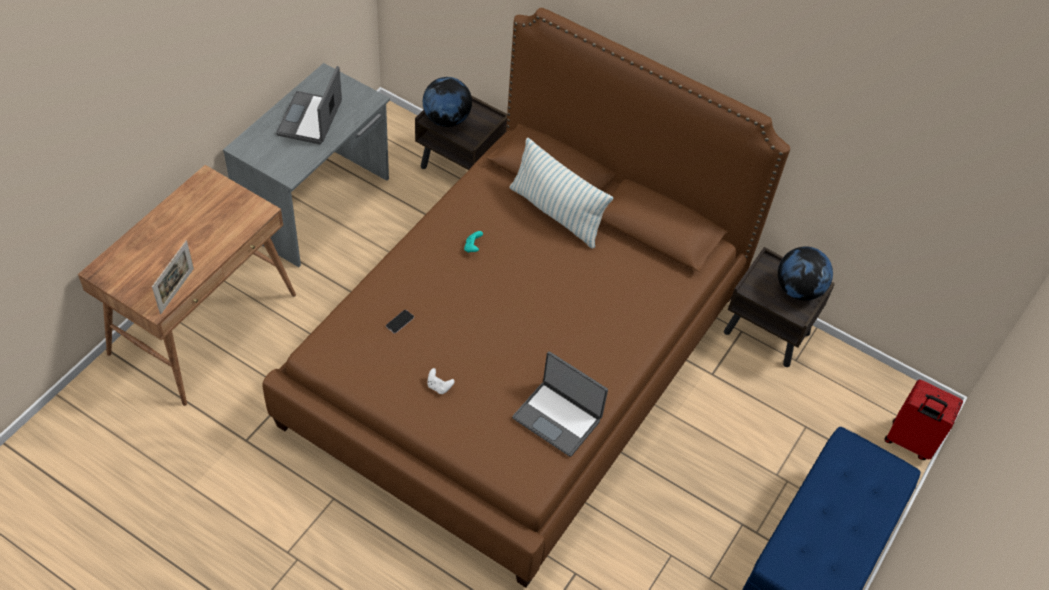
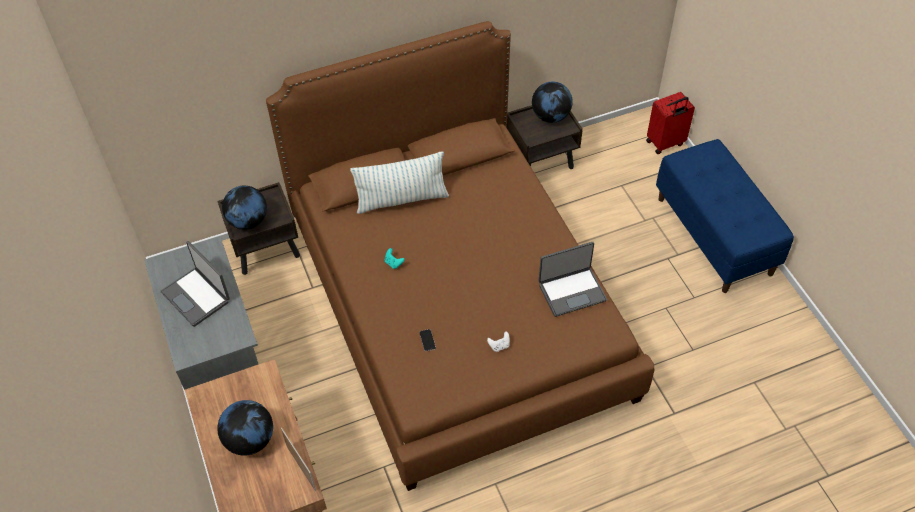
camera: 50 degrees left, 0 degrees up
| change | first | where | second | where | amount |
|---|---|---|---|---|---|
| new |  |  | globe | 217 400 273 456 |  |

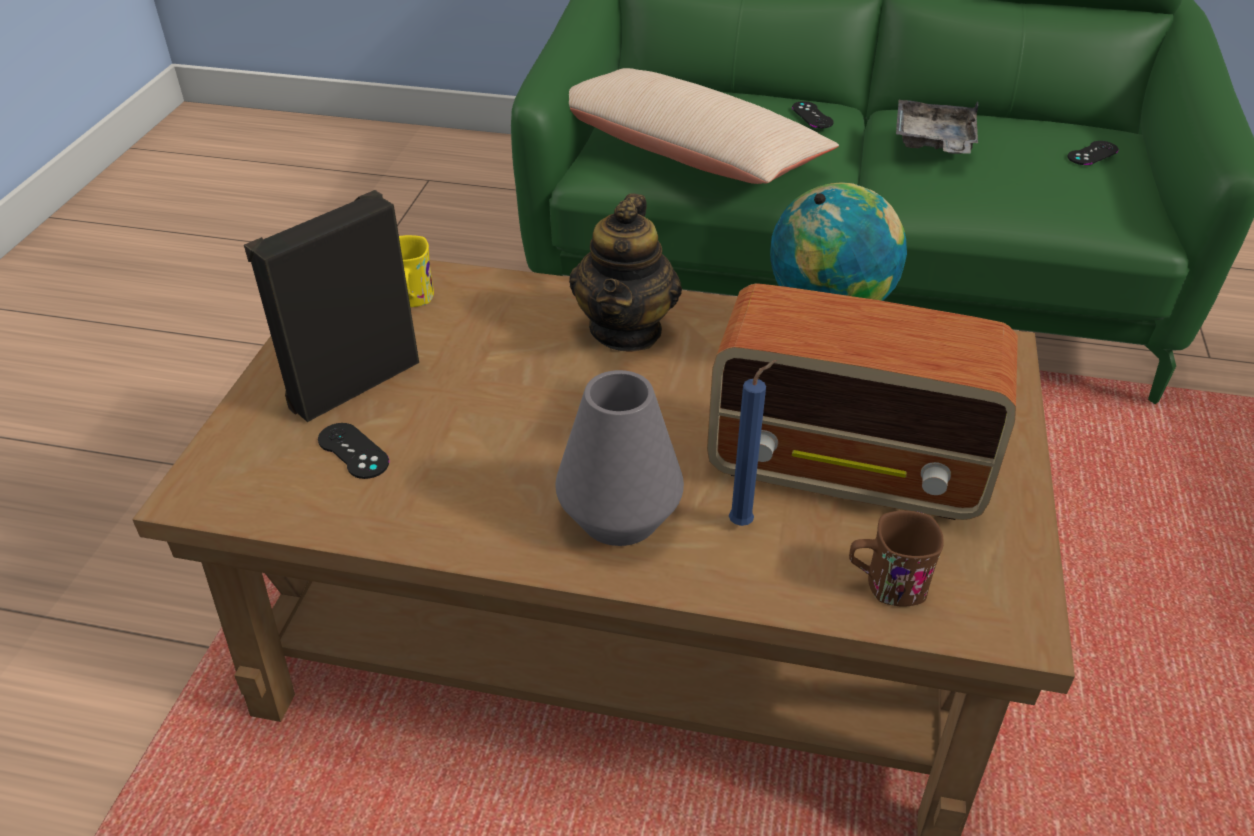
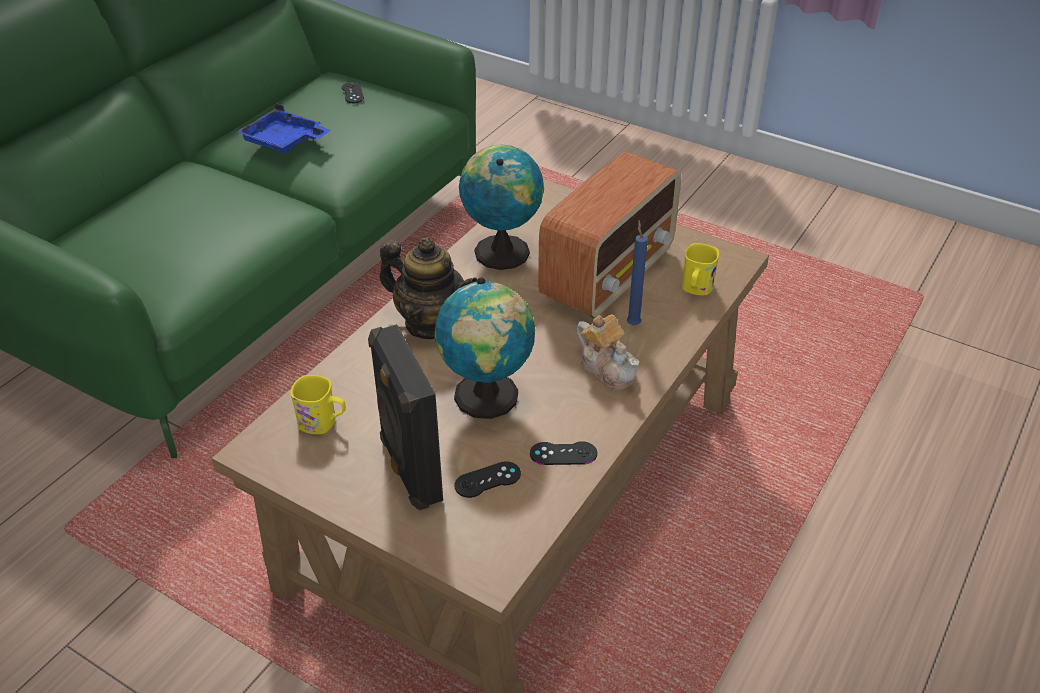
camera: 70 degrees left, 0 degrees up
| change | first | where | second | where | amount |
|---|---|---|---|---|---|
| repainted | plateau (gris) | 896 100 978 154 | plateau (bleu) | 236 103 331 153 |  |
| new |  |  | globe | 434 277 535 419 |  |
| shifted | manette (noir) | 792 101 834 128 |  | 530 441 597 465 |  |
| swapped | vase (gris) | 556 370 684 546 | théière | 576 314 640 390 |  |
| repainted | mug (marron) | 849 510 944 606 | mug (jaune) | 682 243 719 295 |  |
| gone | coussin (beige) | 569 68 839 184 |  |  |  |

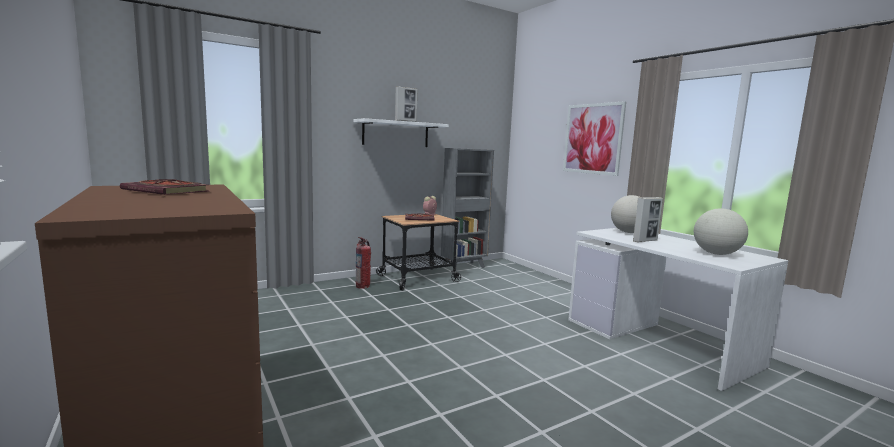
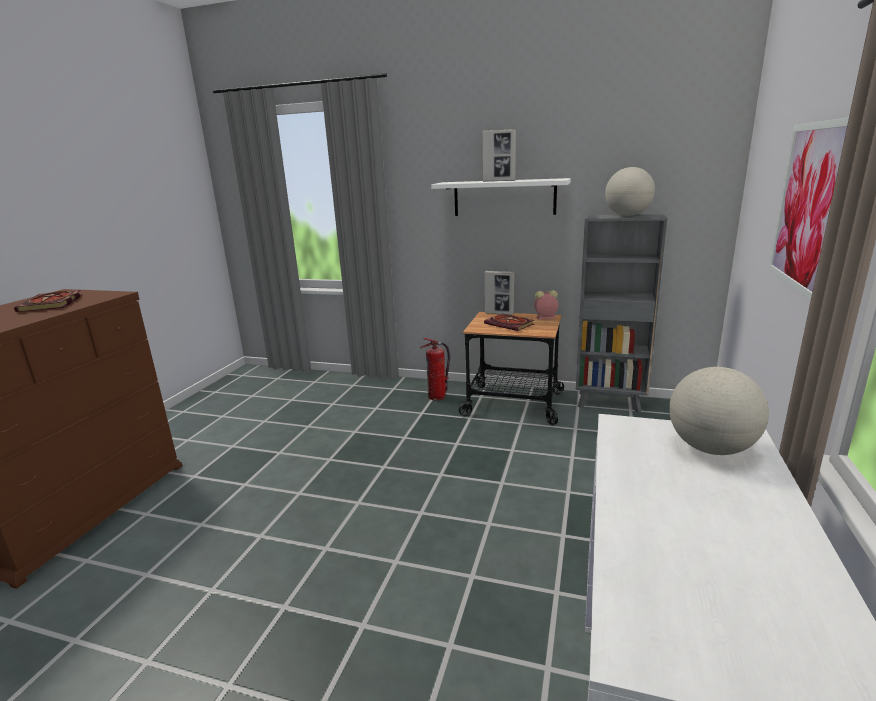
camera: 50 degrees right, 10 degrees up
| change | first | where | second | where | amount |
|---|---|---|---|---|---|
| shifted | cadre photo | 633 197 663 242 |  | 485 271 514 315 |  |
| shifted | globe | 694 208 748 255 |  | 605 167 655 216 |  |

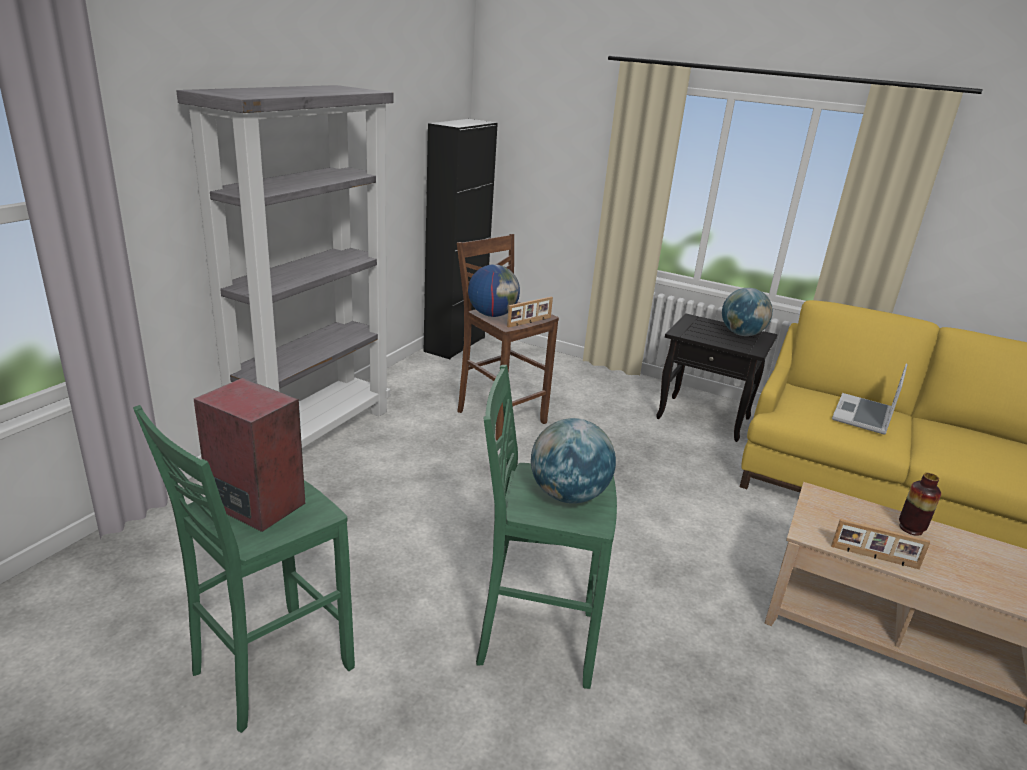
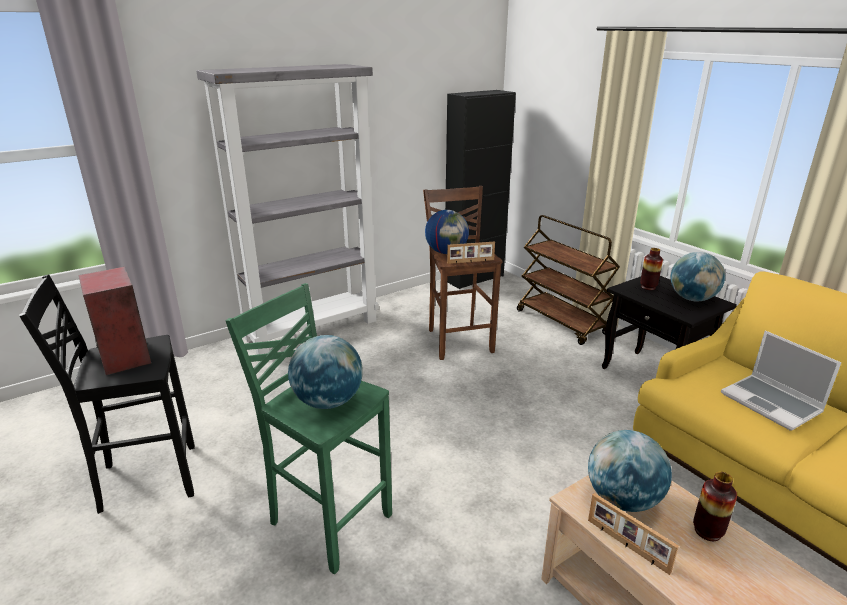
camera: 30 degrees right, 0 degrees up
| change | first | where | second | where | amount |
|---|---|---|---|---|---|
| repainted | tabouret (vert) | 133 405 355 733 | tabouret (noir) | 19 274 195 514 |  |
| new |  |  | chariot (marron) | 517 215 620 345 |  |
| new |  |  | globe | 588 430 672 512 |  |
| new |  |  | vase | 640 248 663 290 |  |
| rotated | ordinateur portable | 832 363 907 435 |  | 721 330 842 431 | 90 degrees counterclockwise |

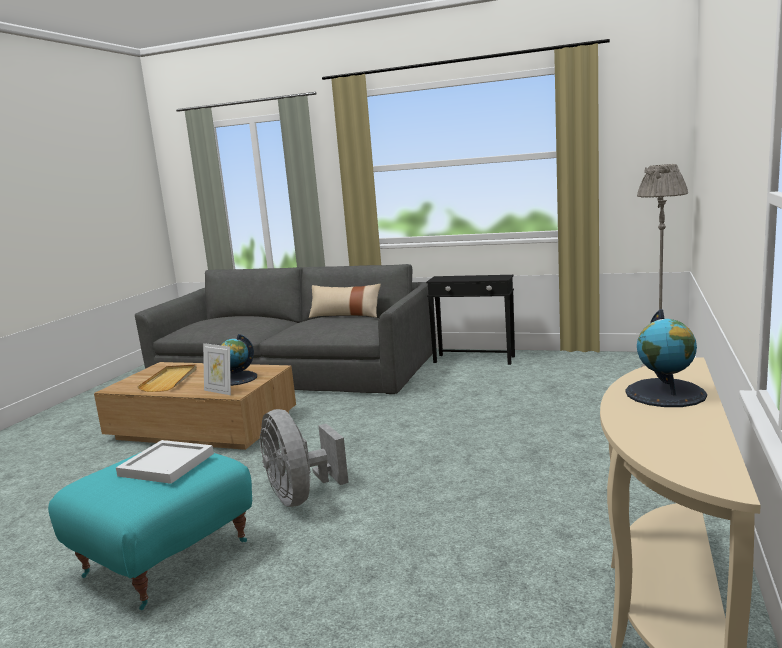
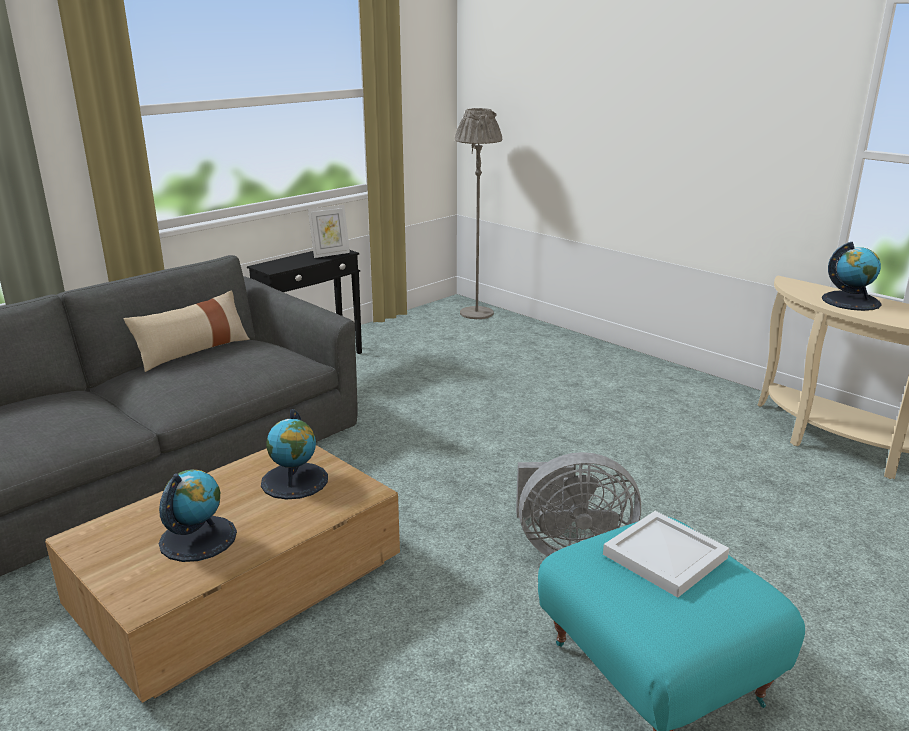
camera: 65 degrees left, 10 degrees up
| change | first | where | second | where | amount |
|---|---|---|---|---|---|
| swapped | plateau (beige) | 137 364 197 392 | globe | 159 470 237 562 |  |
| shifted | cadre photo | 203 343 231 395 |  | 308 205 350 258 |  |

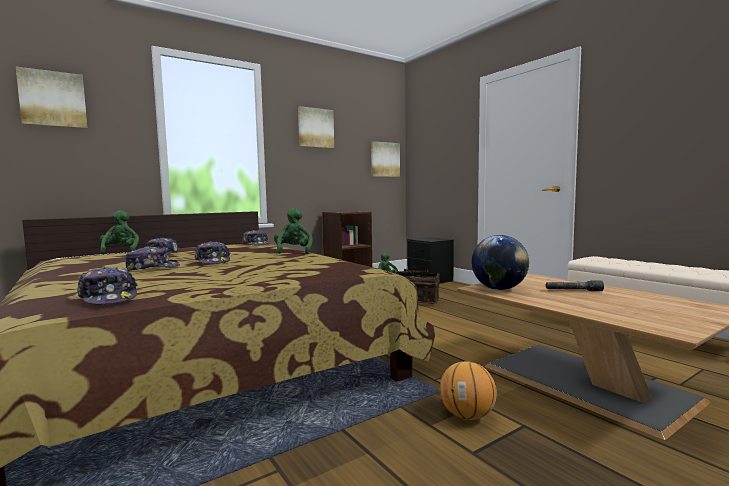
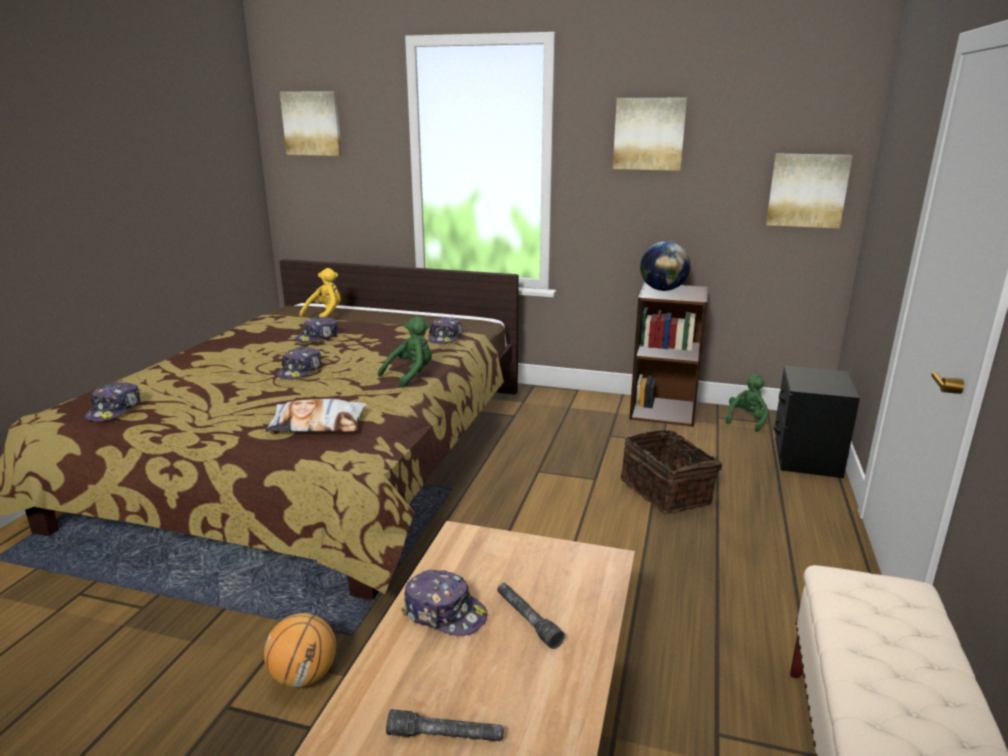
camera: 50 degrees right, 15 degrees up
| change | first | where | second | where | amount |
|---|---|---|---|---|---|
| new |  |  | coussin | 265 399 367 432 |  |
| repainted | peluche (vert) | 100 210 139 254 | peluche (jaune) | 299 268 341 318 |  |
| new |  |  | lampe de poche (gris) | 386 709 504 741 |  |
| shifted | casquette | 126 246 180 272 |  | 401 570 487 636 |  |
| shifted | globe | 471 235 529 290 |  | 640 241 690 291 |  |

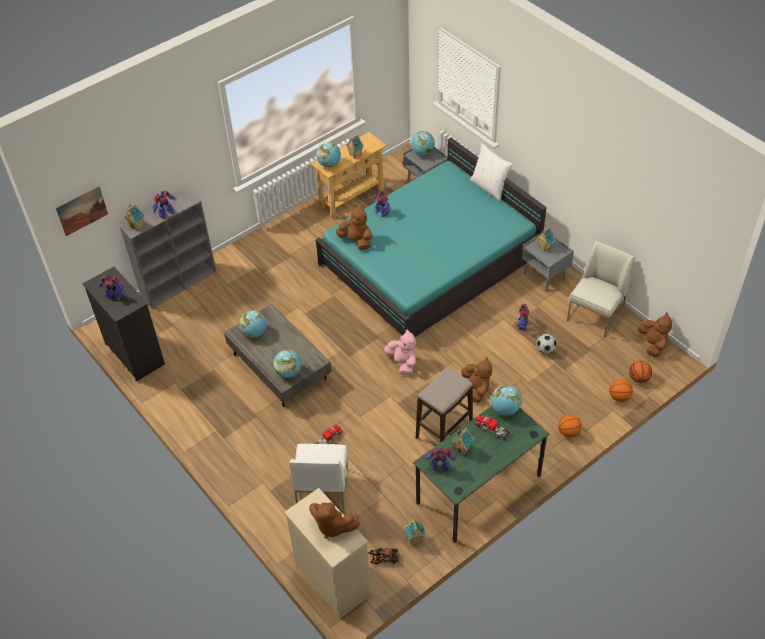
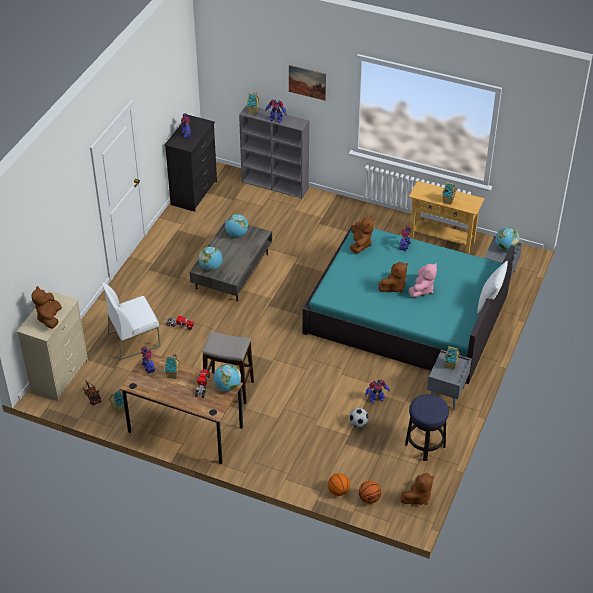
camera: 60 degrees right, 5 degrees down
| change | first | where | second | where | amount |
|---|---|---|---|---|---|
| repainted | bureau (vert) | 413 406 550 542 | bureau (marron) | 120 354 243 464 |  |
| shifted | tableau | 56 186 108 236 |  | 289 65 326 101 |  |
| shifted | peluche (marron) | 461 357 492 403 |  | 378 262 408 293 |  |
| swapped | chaise (blanc) | 567 241 635 337 | tabouret | 405 394 449 461 |  |
| shifted | peluche (rose) | 384 329 416 376 |  | 409 263 437 297 |  |
| gone | globe | 316 142 341 167 |  |  |  |
| gone | ballon de basket | 558 414 582 438 |  |  |  |

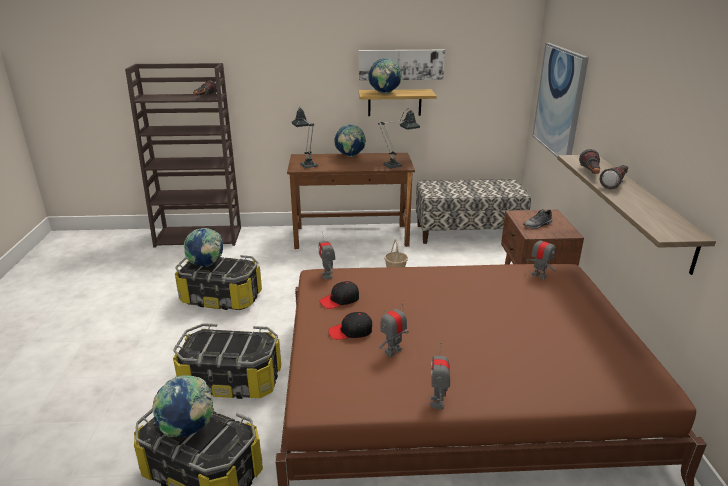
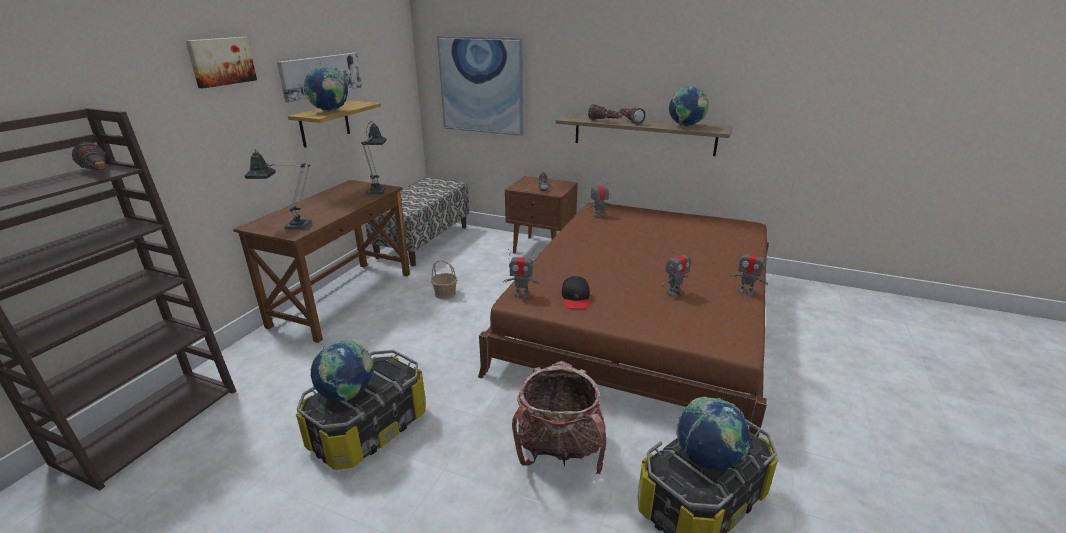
camera: 65 degrees left, 0 degrees up
| change | first | where | second | where | amount |
|---|---|---|---|---|---|
| new |  |  | tableau | 186 37 257 89 |  |
| swapped | boîte de rangement | 173 323 281 399 | sac à dos | 512 361 606 474 |  |
| rotated | robot jouet | 379 300 409 357 |  | 661 247 691 297 | 105 degrees counterclockwise |
| shifted | globe | 334 124 366 157 |  | 669 86 709 127 |  |
| gone | casquette (noir) | 328 312 372 340 |  |  |  |

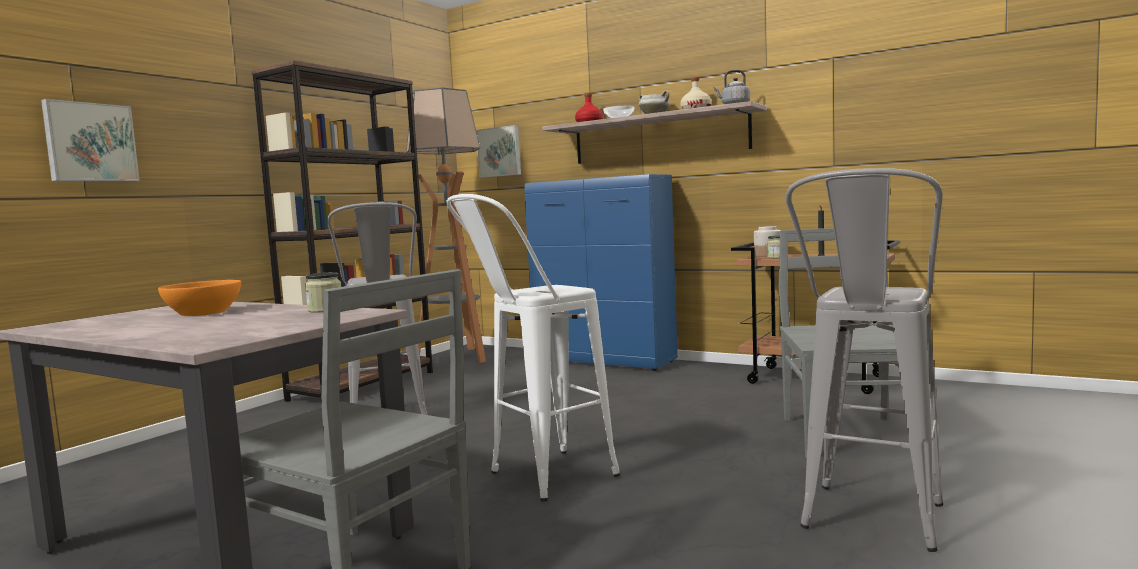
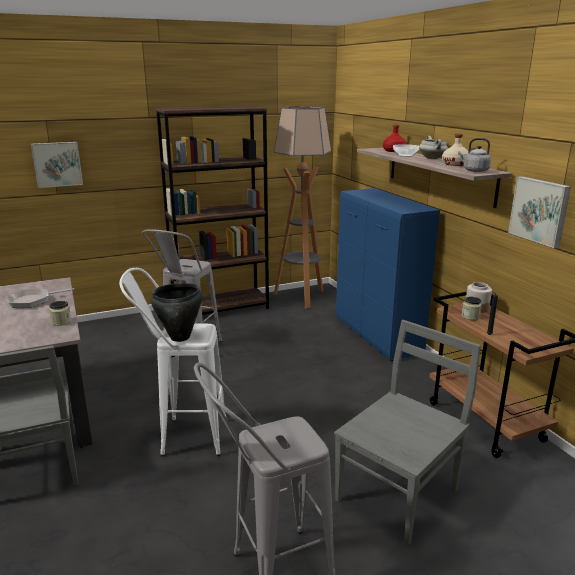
camera: 35 degrees right, 15 degrees up
| change | first | where | second | where | amount |
|---|---|---|---|---|---|
| swapped | bol (orange) | 158 280 241 316 | poêle | 6 288 74 308 |  |
| new |  |  | marmite (noir) | 151 283 203 342 |  |
| shifted | tableau | 476 125 521 178 |  | 508 176 571 248 |  |

